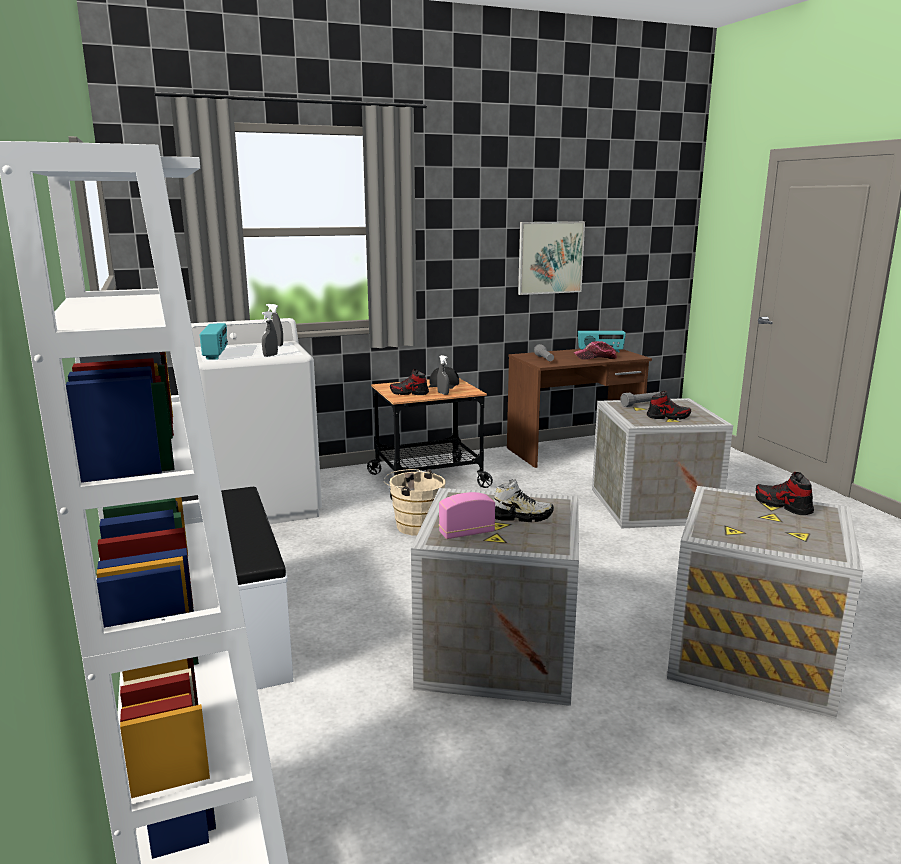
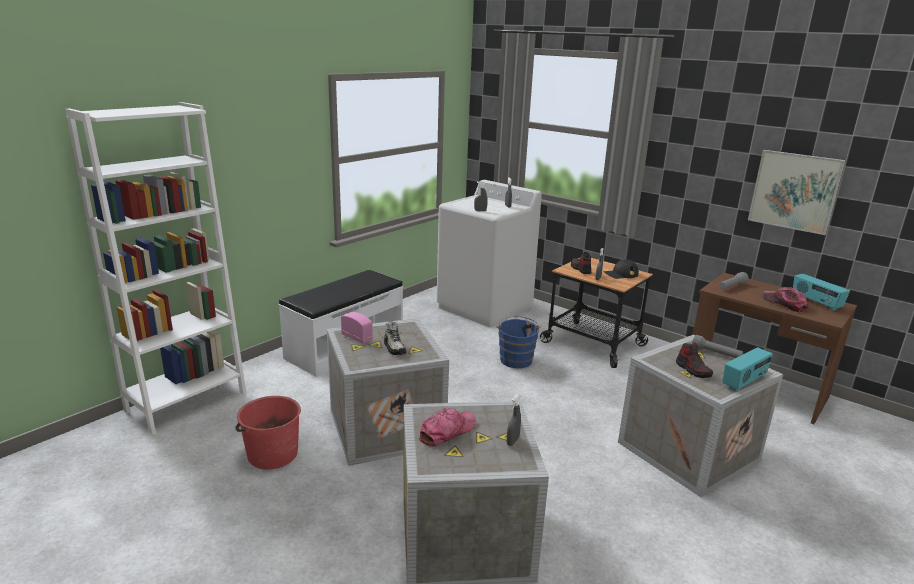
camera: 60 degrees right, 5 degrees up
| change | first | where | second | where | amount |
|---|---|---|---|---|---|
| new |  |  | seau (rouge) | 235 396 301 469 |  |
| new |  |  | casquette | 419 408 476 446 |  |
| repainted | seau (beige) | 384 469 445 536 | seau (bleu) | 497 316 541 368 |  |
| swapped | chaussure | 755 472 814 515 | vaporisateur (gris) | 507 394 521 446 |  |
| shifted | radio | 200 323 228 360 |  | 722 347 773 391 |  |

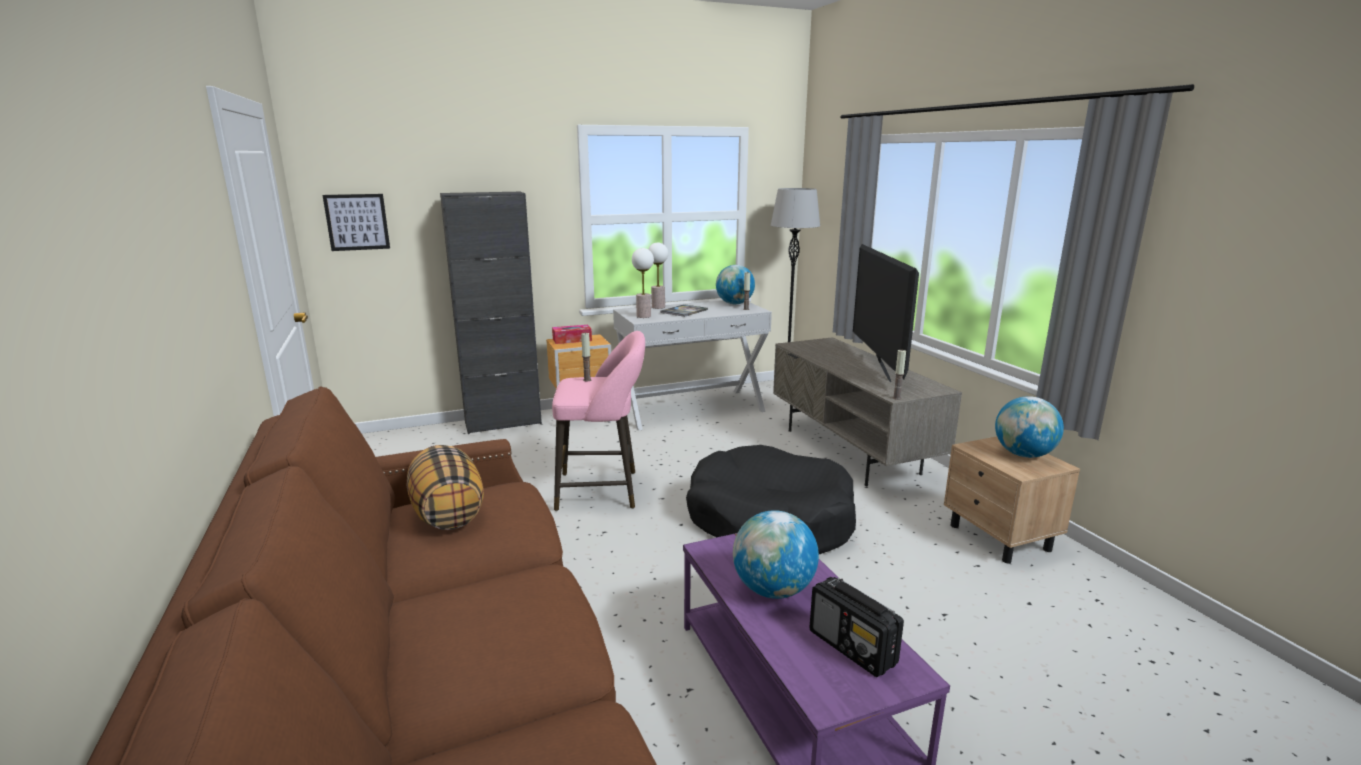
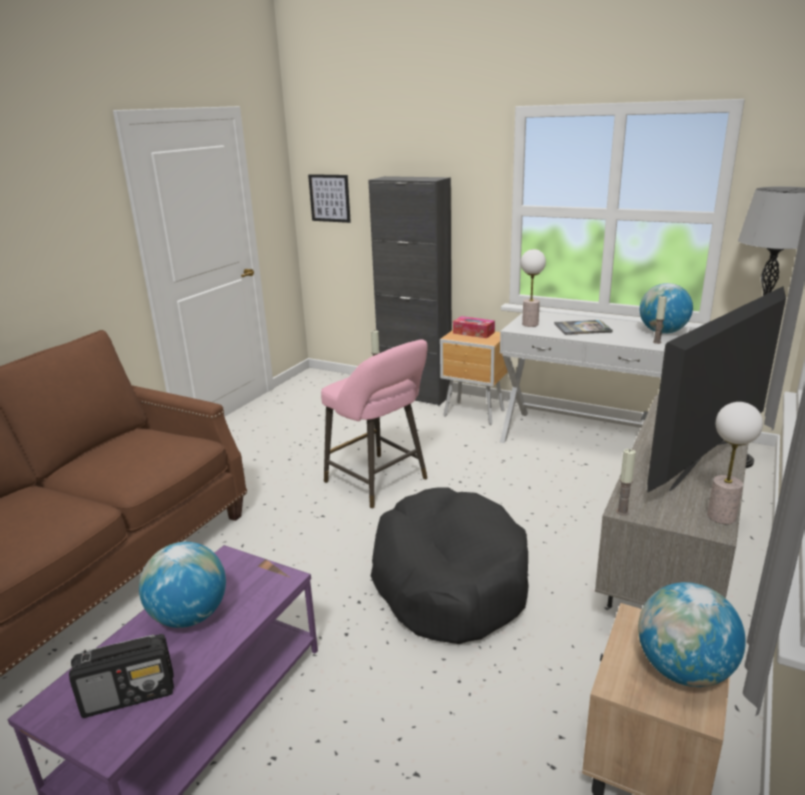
camera: 50 degrees right, 5 degrees up
| change | first | where | second | where | amount |
|---|---|---|---|---|---|
| rotated | radio | 809 577 904 677 |  | 69 634 174 718 | 120 degrees counterclockwise |
| shifted | lampe de table | 648 243 668 309 |  | 707 402 763 524 |  |
| gone | coussin | 406 445 484 530 |  |  |  |

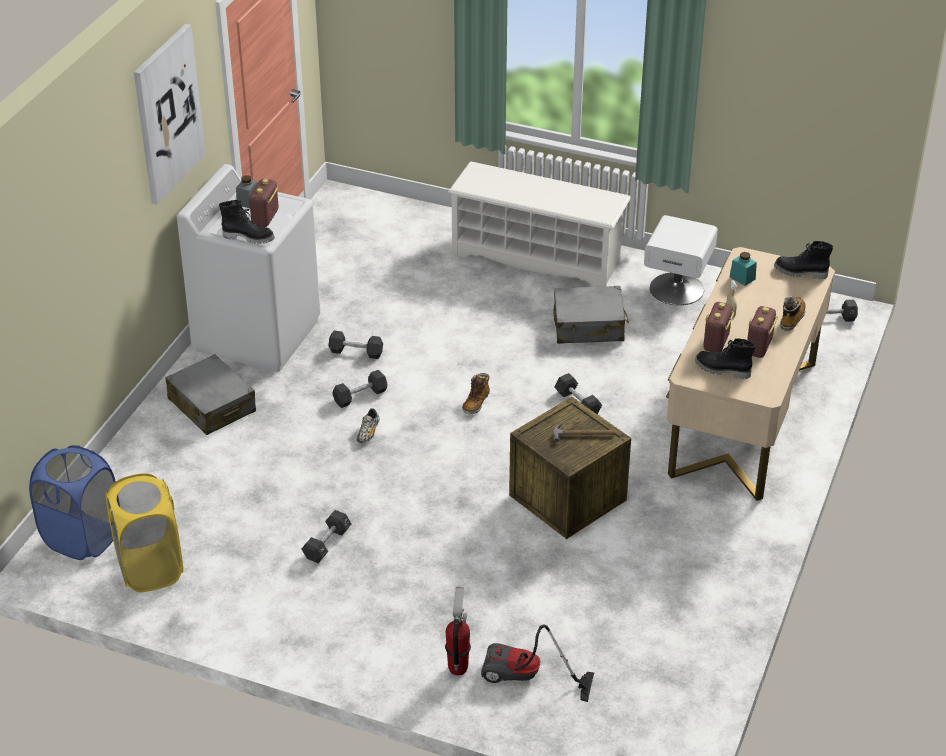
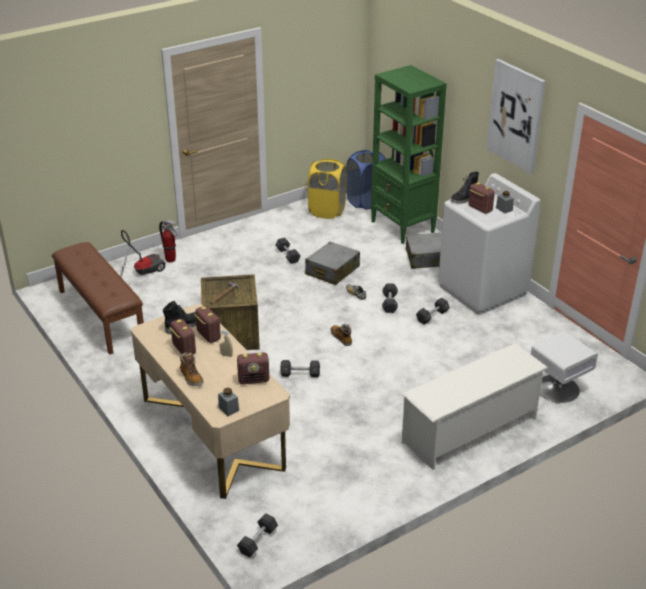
camera: 125 degrees right, 5 degrees down
| change | first | where | second | where | amount |
|---|---|---|---|---|---|
| new |  |  | banc (marron) | 52 242 144 355 |  |
| swapped | botte (noir) | 774 241 833 279 | bocal (gris) | 218 388 239 416 |  |
| swapped | bocal (turquoise) | 730 252 757 286 | radio | 237 352 269 384 |  |
| shifted | valise (gris) | 553 286 629 344 |  | 305 242 360 285 |  |
| new |  |  | bibliothèque (vert) | 371 65 447 244 |  |
| shifted | table de chevet (blanc) | 644 215 718 305 |  | 531 331 598 403 |  |

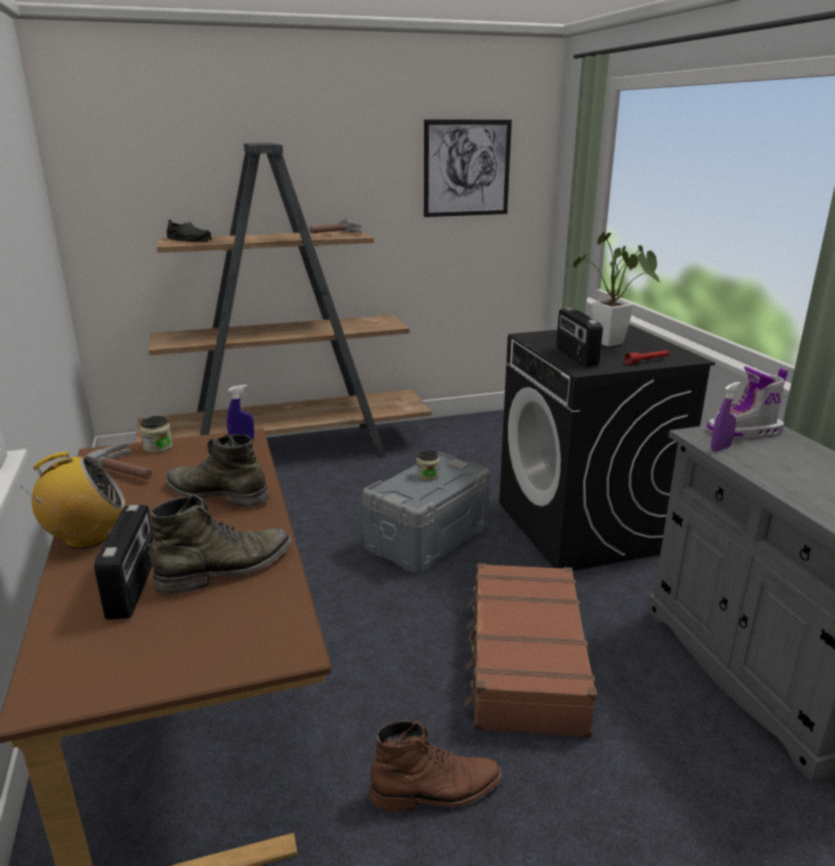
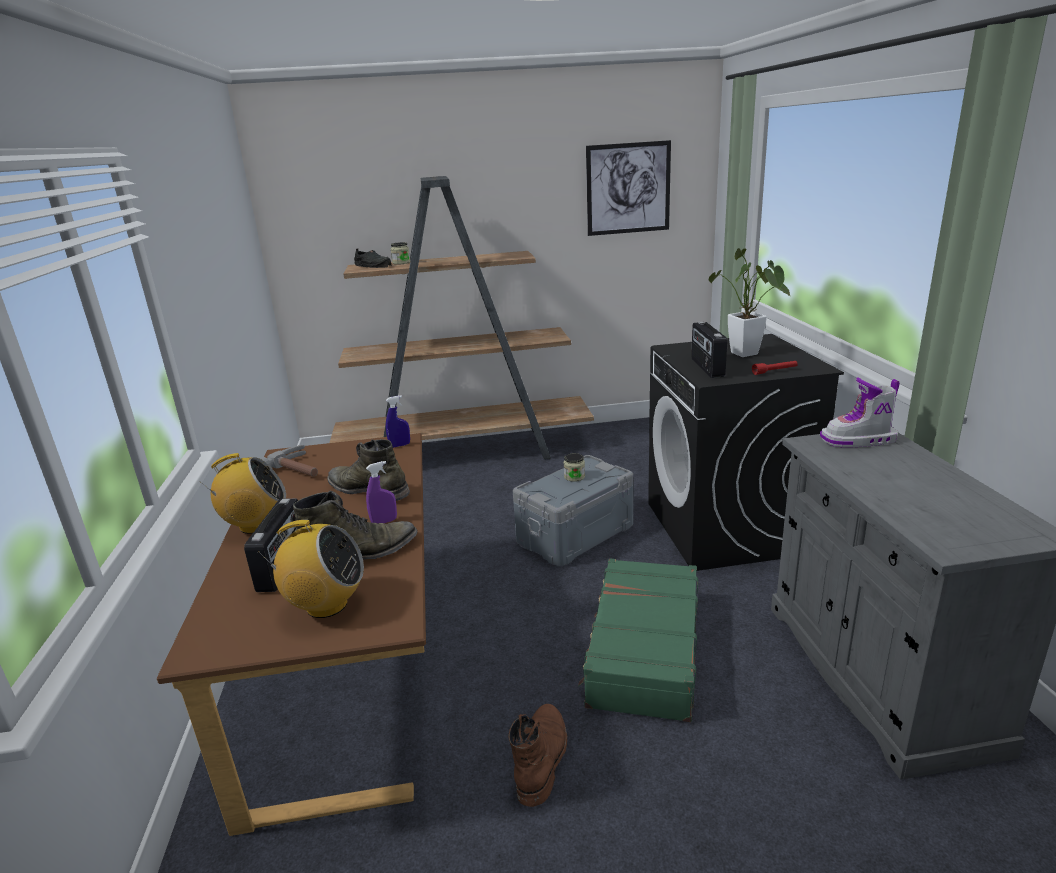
camera: 10 degrees right, 0 degrees up
| change | first | where | second | where | amount |
|---|---|---|---|---|---|
| new |  |  | radio | 258 520 364 618 |  |
| shifted | vaporisateur (violet) | 711 382 740 452 |  | 366 461 397 523 |  |
| shifted | bocal | 140 416 173 453 |  | 391 242 410 265 |  |
| rotated | botte (marron) | 370 720 502 812 |  | 508 704 567 807 | 75 degrees counterclockwise |
| repainted | valise (marron) | 464 563 597 738 | valise (vert) | 578 558 698 722 |  |
| gone | marteau | 309 219 361 233 |  |  |  |

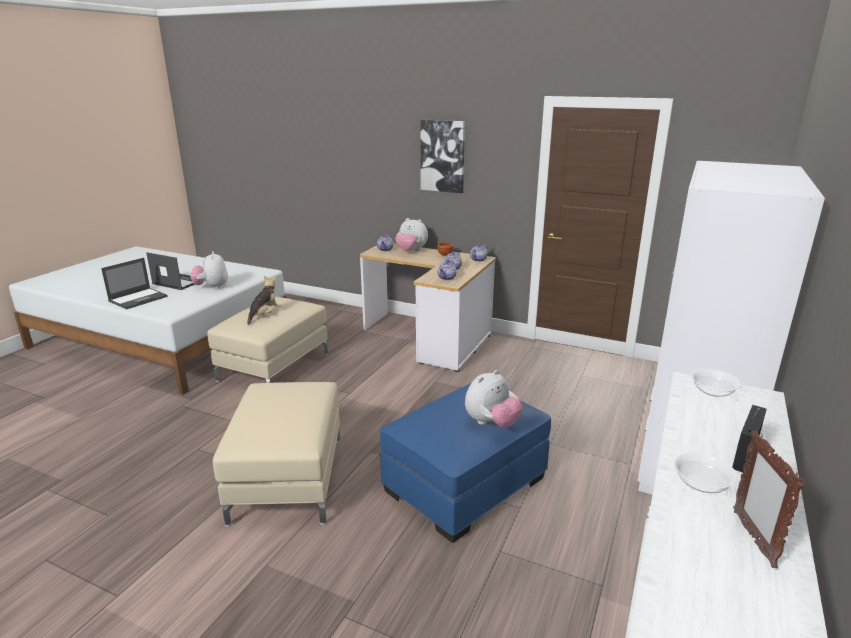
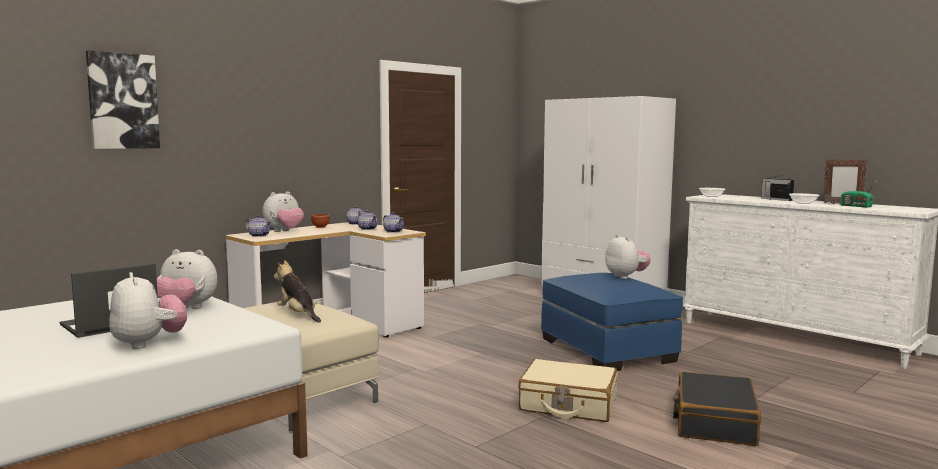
camera: 70 degrees left, 15 degrees down
| change | first | where | second | where | amount |
|---|---|---|---|---|---|
| shifted | tableau | 420 120 465 193 |  | 86 50 160 149 |  |
| swapped | ordinateur portable | 101 258 168 309 | peluche | 109 272 187 349 |  |
| swapped | pouf (beige) | 213 382 340 527 | valise (beige) | 518 359 617 422 |  |
| new |  |  | valise (noir) | 673 372 761 446 |  |
| new |  |  | radio | 841 182 876 207 |  |

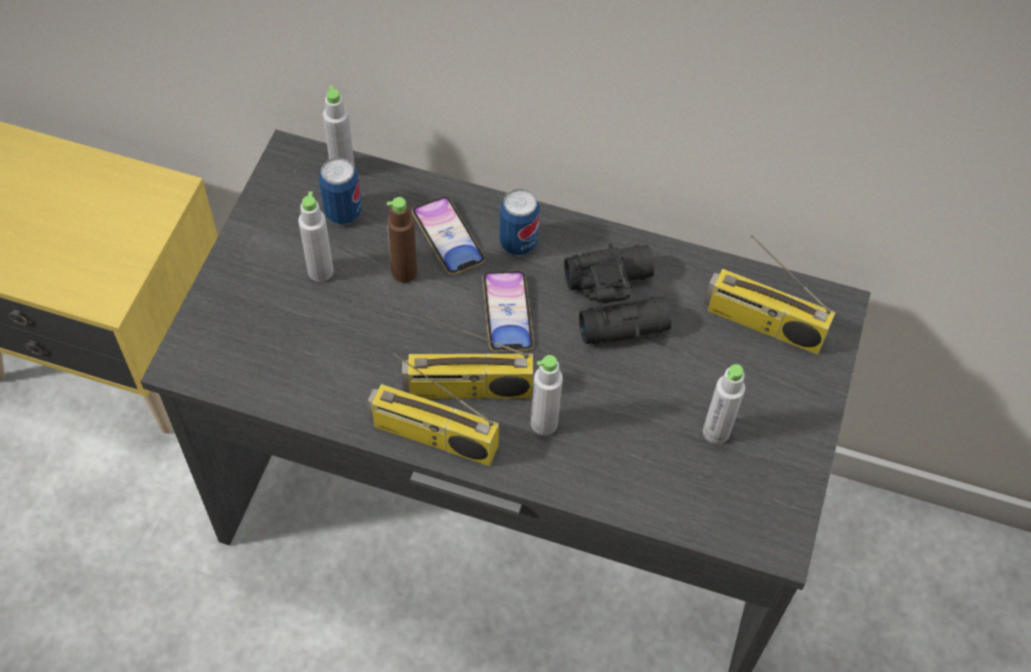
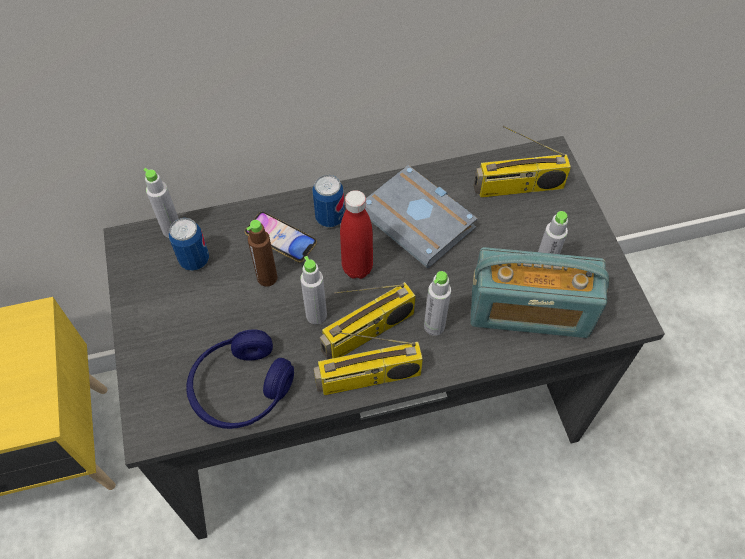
camera: 30 degrees left, 0 degrees up
| change | first | where | second | where | amount |
|---|---|---|---|---|---|
| new |  |  | casque audio (bleu) | 186 329 294 429 |  |
| shifted | bouteille (gris) | 298 191 333 282 |  | 300 256 327 324 |  |
| swapped | téléphone | 482 271 534 352 | bouteille (rouge) | 340 190 373 279 |  |
| swapped | jumelles (noir) | 564 243 671 344 | livre (gris) | 365 165 478 268 |  |
| new |  |  | radio | 470 247 609 338 |  |

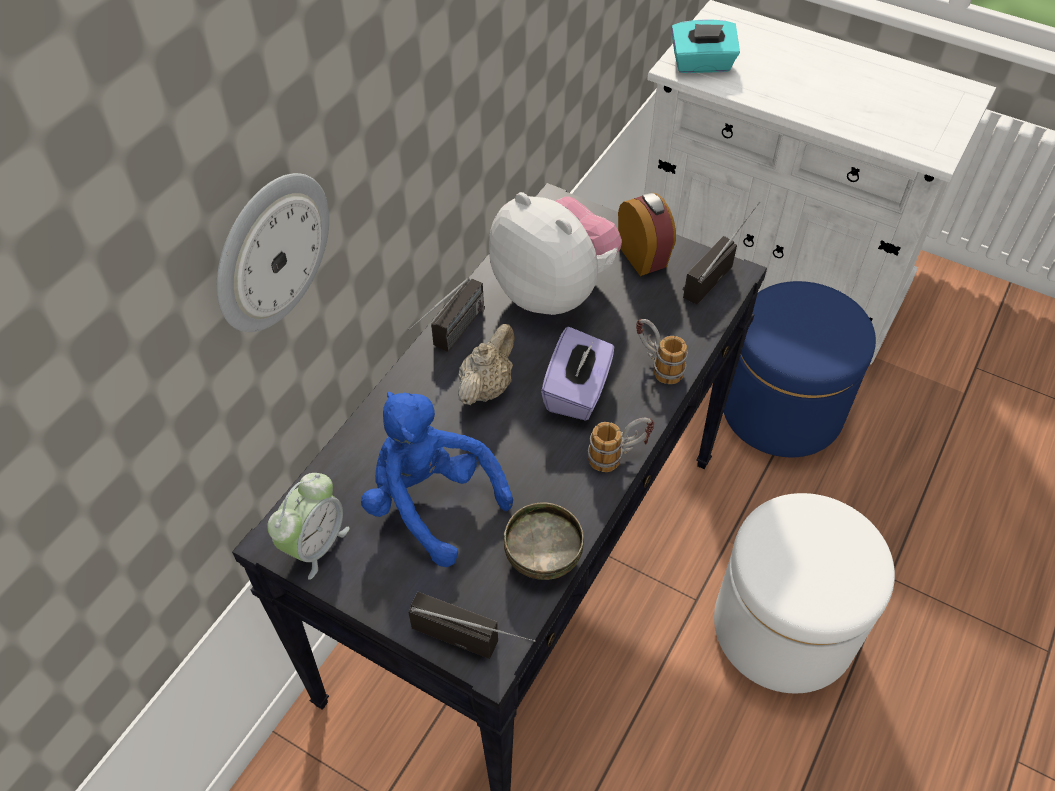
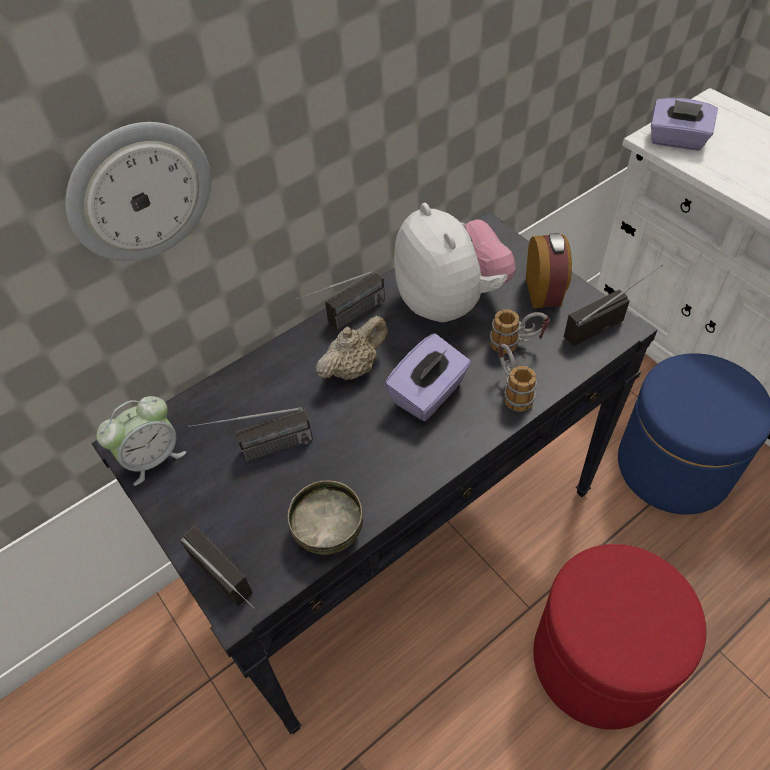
camera: 25 degrees right, 0 degrees up
| change | first | where | second | where | amount |
|---|---|---|---|---|---|
| swapped | peluche (bleu) | 361 391 513 567 | radio | 188 407 313 462 |  |
| shifted | mug | 588 418 654 472 |  | 490 309 550 354 |  |
| repainted | pouf (blanc) | 714 493 895 693 | pouf (rouge) | 533 544 706 730 |  |
| repainted | boîte à mouchoirs (turquoise) | 671 19 740 73 | boîte à mouchoirs (violet) | 651 98 718 150 |  |

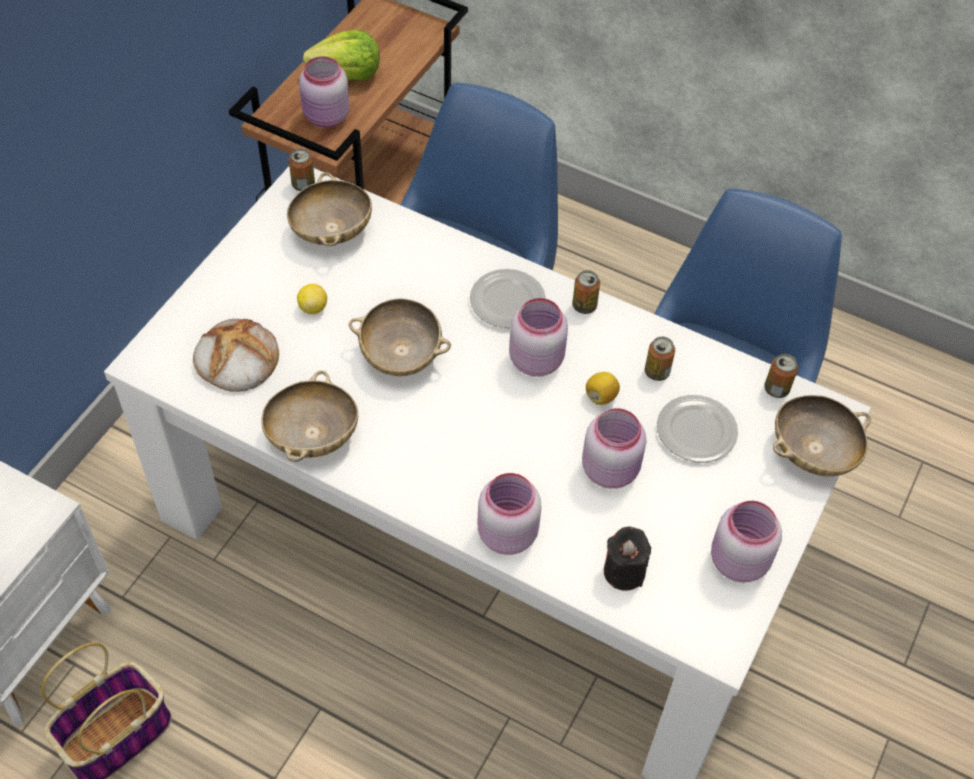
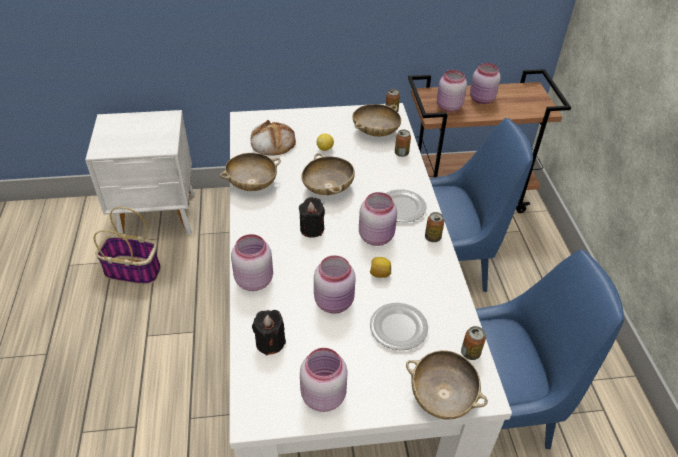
camera: 55 degrees right, 10 degrees down
| change | first | where | second | where | amount |
|---|---|---|---|---|---|
| new |  |  | bougie (noir) | 299 197 325 238 |  |
| shifted | boîte métallique | 645 337 675 381 |  | 395 130 411 157 |  |
| swapped | laitue | 303 30 380 81 | bocal (rose) | 470 63 501 104 |  |

